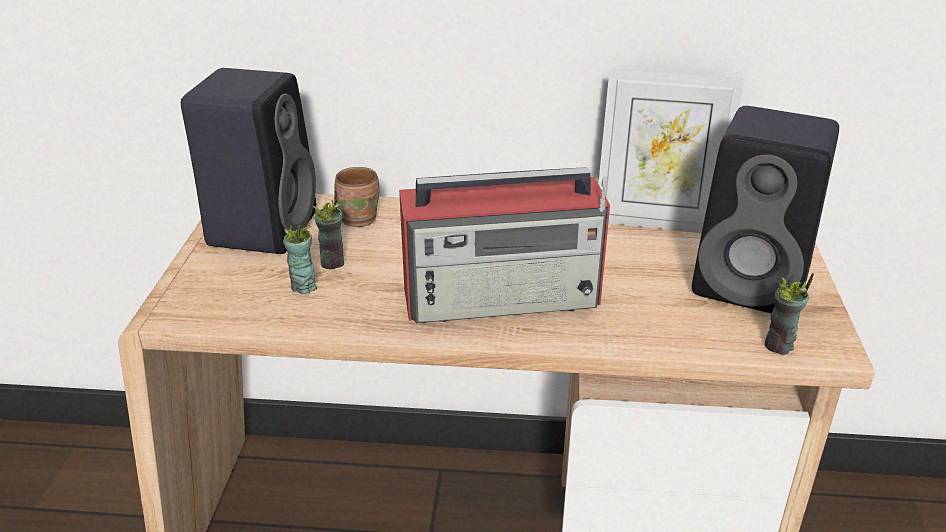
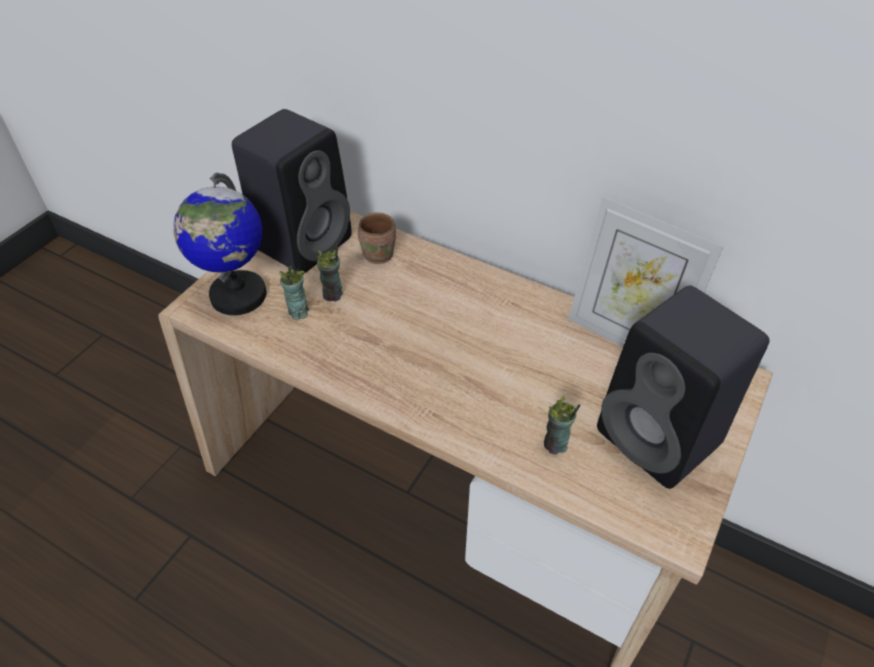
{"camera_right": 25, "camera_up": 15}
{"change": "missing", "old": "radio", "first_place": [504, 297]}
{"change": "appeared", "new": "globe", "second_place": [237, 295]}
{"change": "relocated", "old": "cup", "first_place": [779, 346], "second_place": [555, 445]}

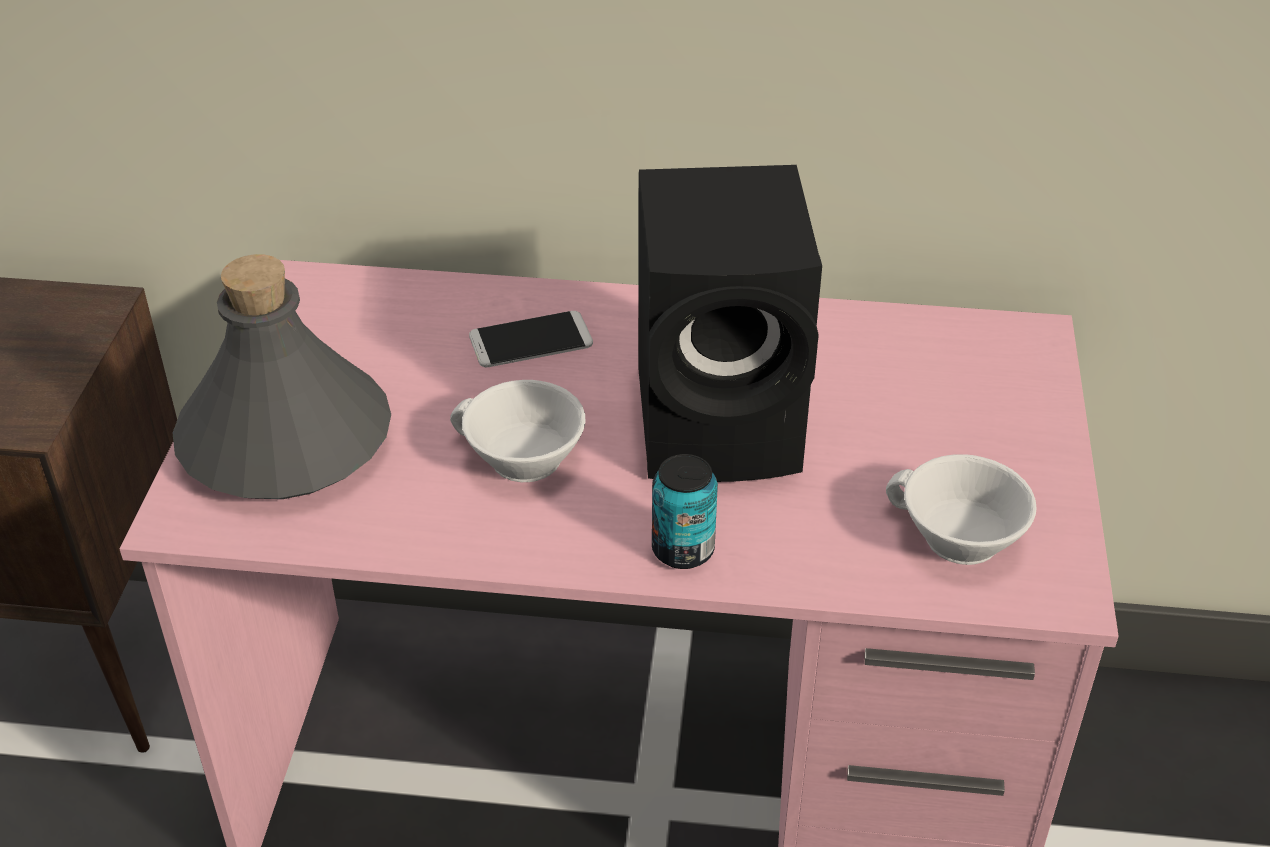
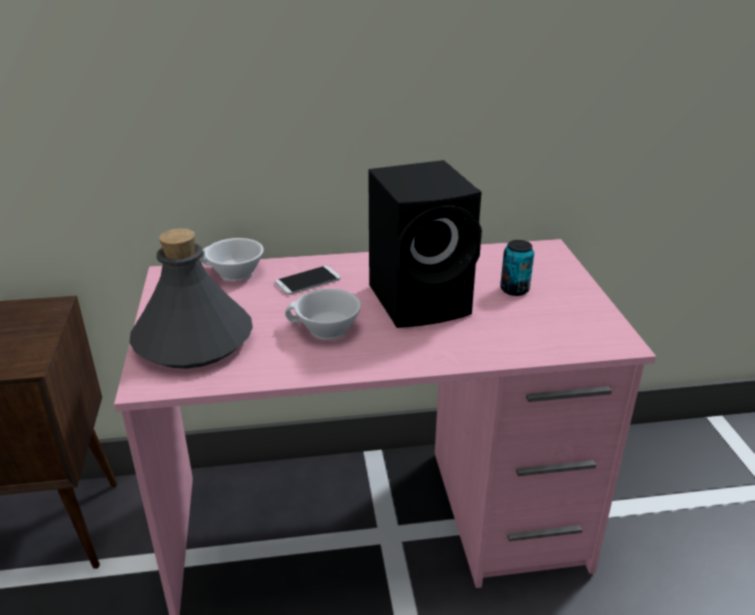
{"camera_right": -15, "camera_up": -10}
{"change": "relocated", "old": "can", "first_place": [683, 550], "second_place": [514, 289]}
{"change": "relocated", "old": "cup (white)", "first_place": [955, 539], "second_place": [233, 273]}

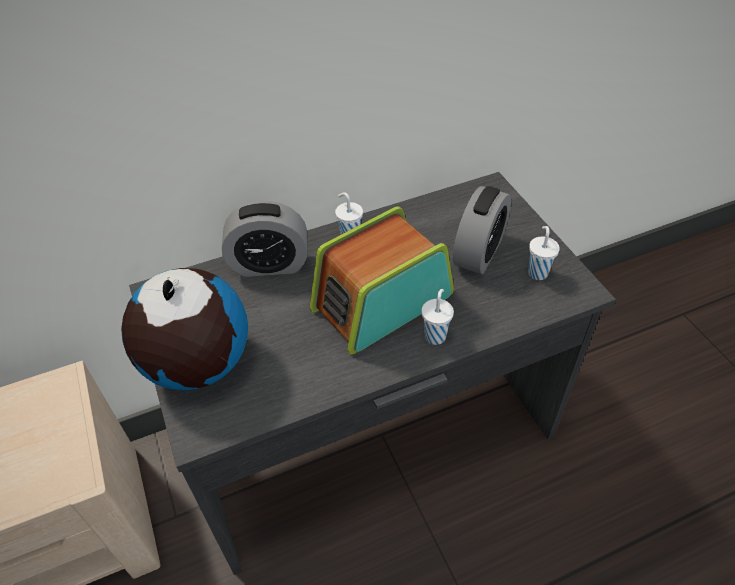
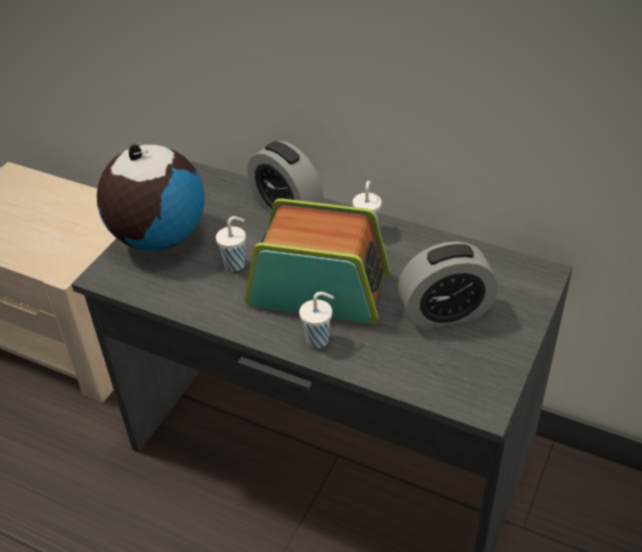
{"camera_right": 50, "camera_up": -5}
{"change": "relocated", "old": "cup (white)", "first_place": [537, 272], "second_place": [236, 264]}

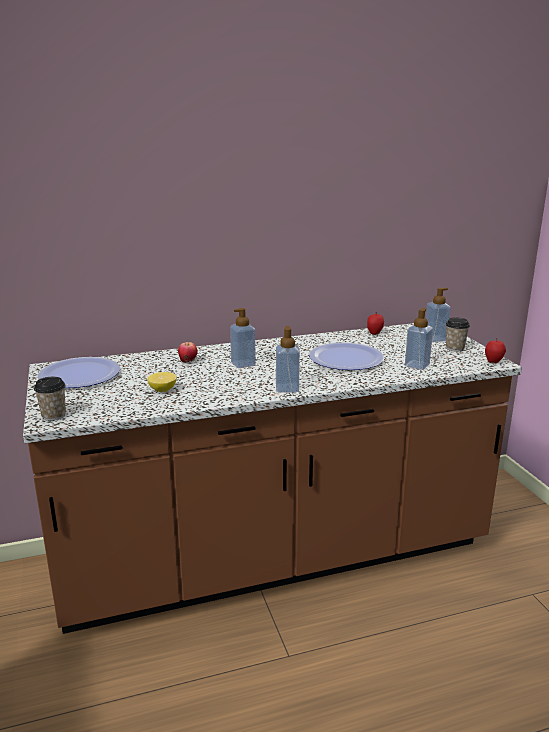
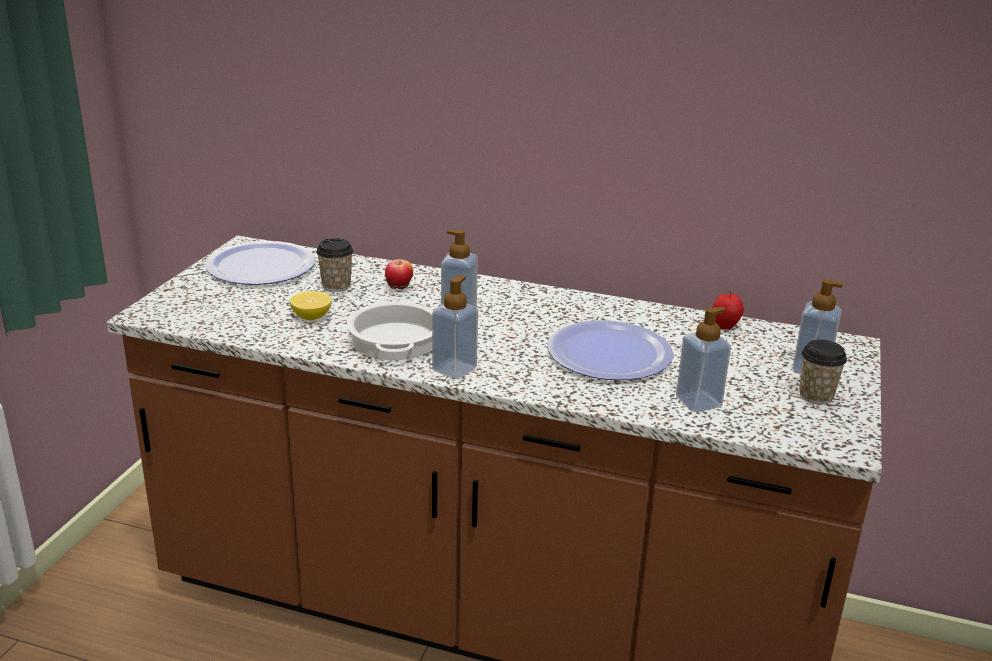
{"camera_right": 35, "camera_up": 5}
{"change": "missing", "old": "apple", "first_place": [493, 362]}
{"change": "appeared", "new": "cooking pot", "second_place": [394, 340]}
{"change": "relocated", "old": "cup", "first_place": [53, 415], "second_place": [336, 286]}

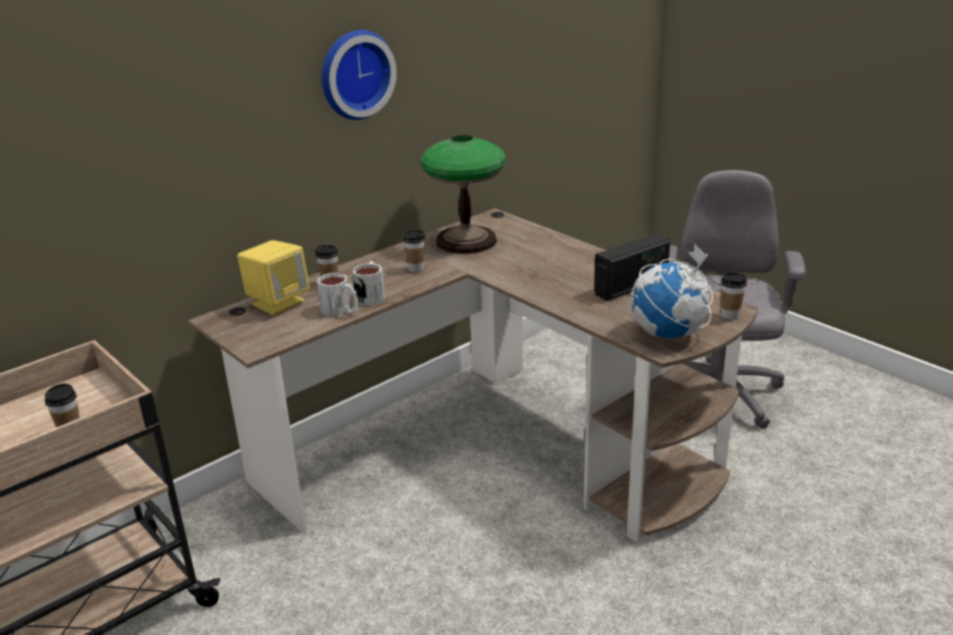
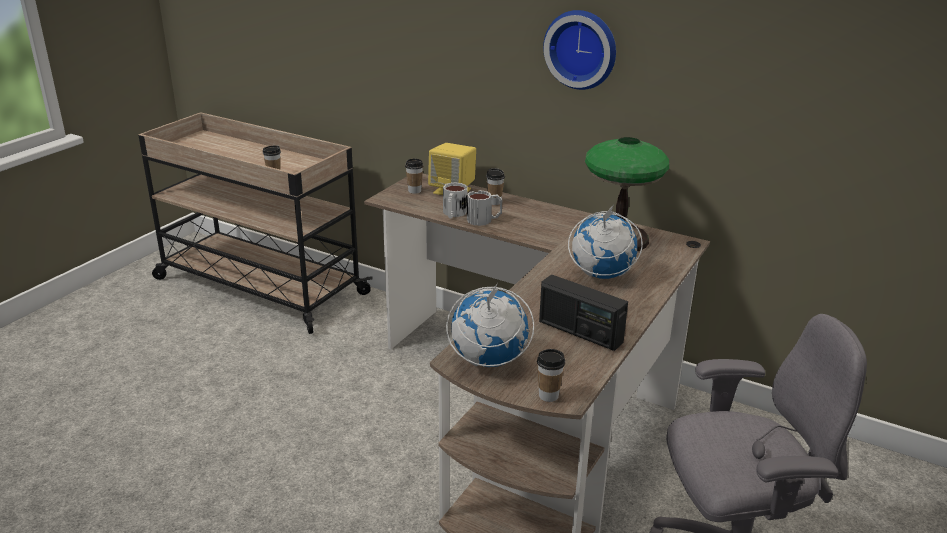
{"camera_right": 70, "camera_up": 0}
{"change": "appeared", "new": "globe", "second_place": [601, 275]}
{"change": "relocated", "old": "cup", "first_place": [416, 269], "second_place": [414, 191]}

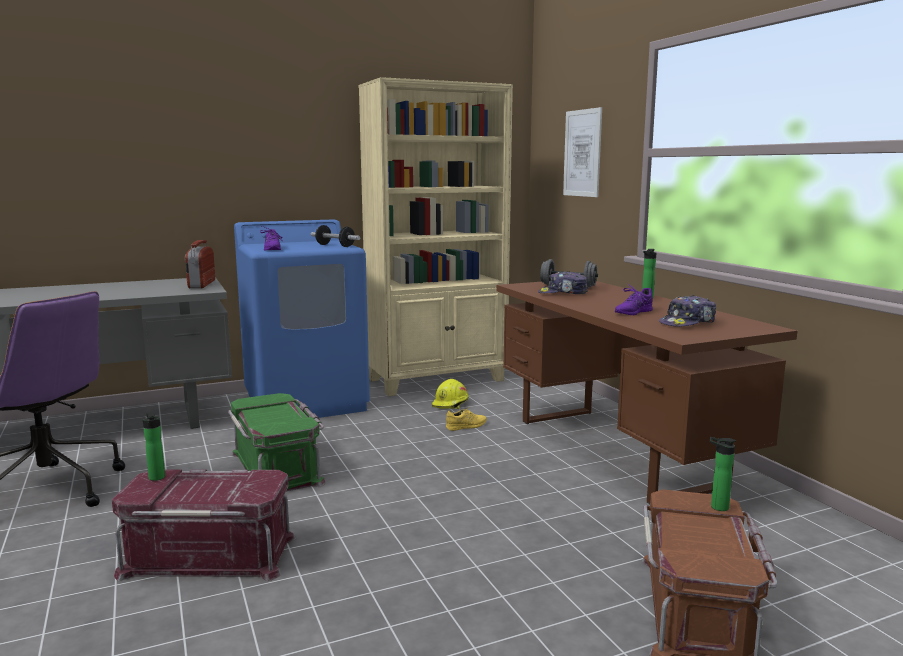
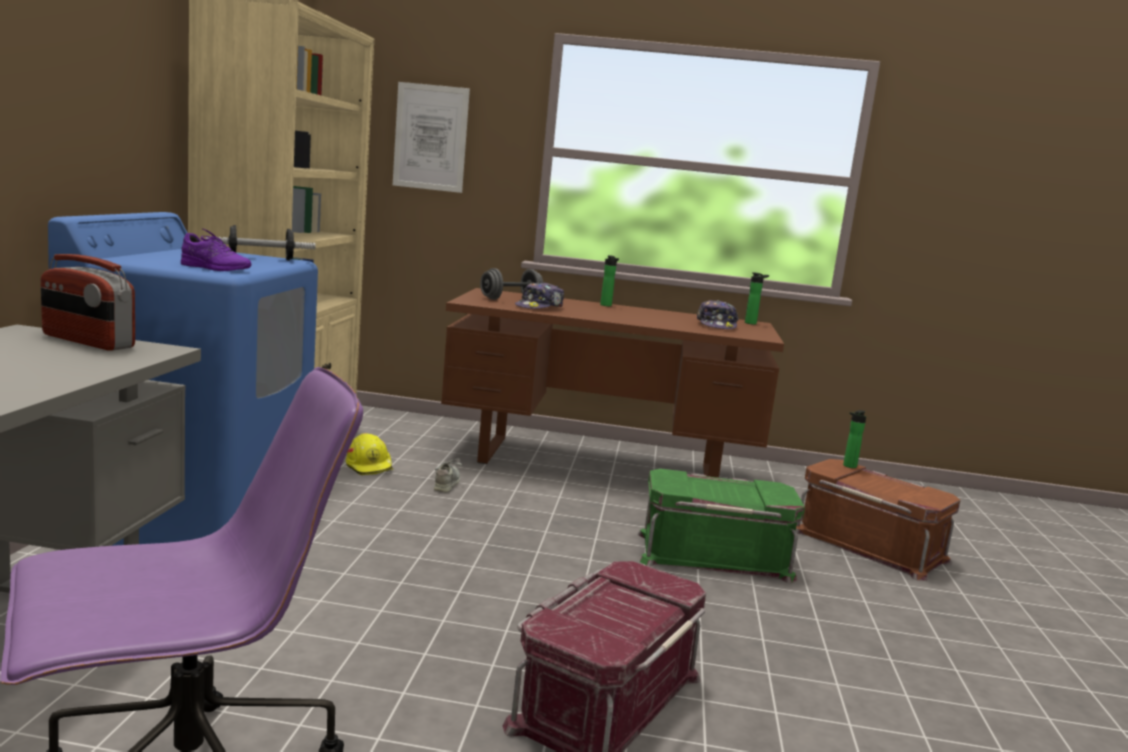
{"camera_right": -60, "camera_up": 0}
{"change": "missing", "old": "shoe (purple)", "first_place": [632, 312]}
{"change": "relocated", "old": "bottle", "first_place": [157, 478], "second_place": [752, 323]}
{"change": "relocated", "old": "storage box (green)", "first_place": [278, 468], "second_place": [714, 555]}
{"change": "colour", "old": "shoe (yellow)", "new": "shoe (grey)", "first_place": [466, 426], "second_place": [447, 483]}

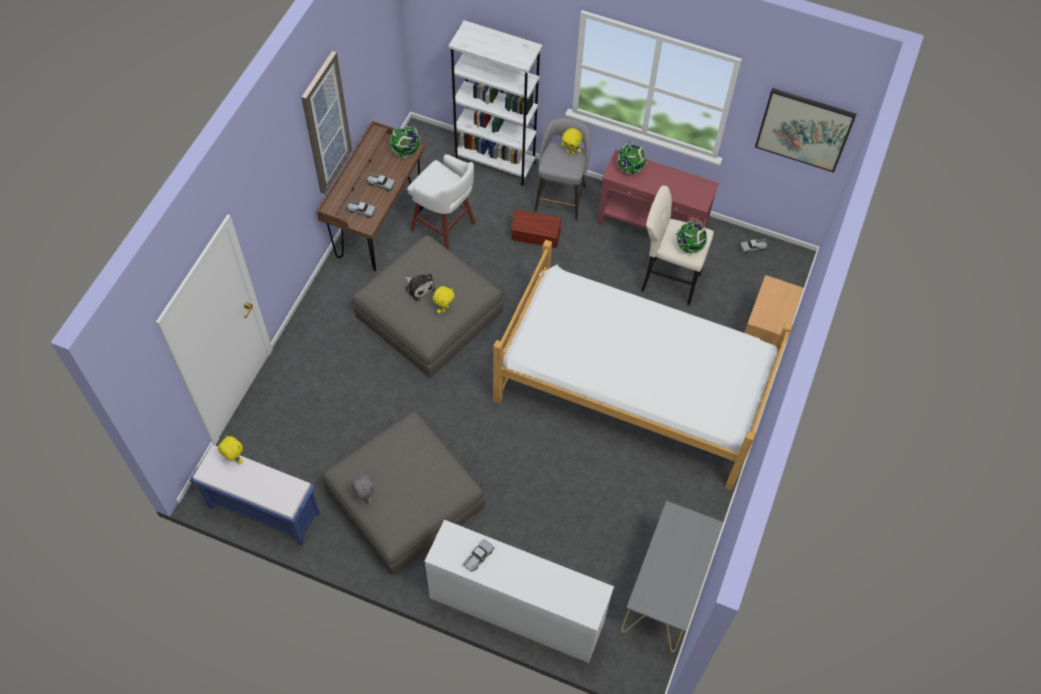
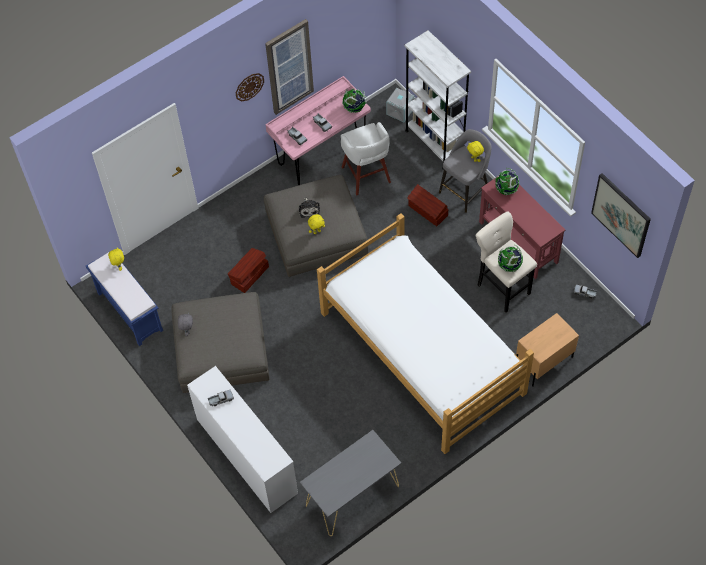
{"camera_right": 35, "camera_up": 0}
{"change": "appeared", "new": "storage box (brown)", "second_place": [249, 275]}
{"change": "appeared", "new": "wall clock", "second_place": [249, 86]}
{"change": "appeared", "new": "storage box (grey)", "second_place": [399, 111]}
{"change": "colour", "old": "desk (brown)", "new": "desk (pink)", "first_place": [378, 226], "second_place": [321, 154]}

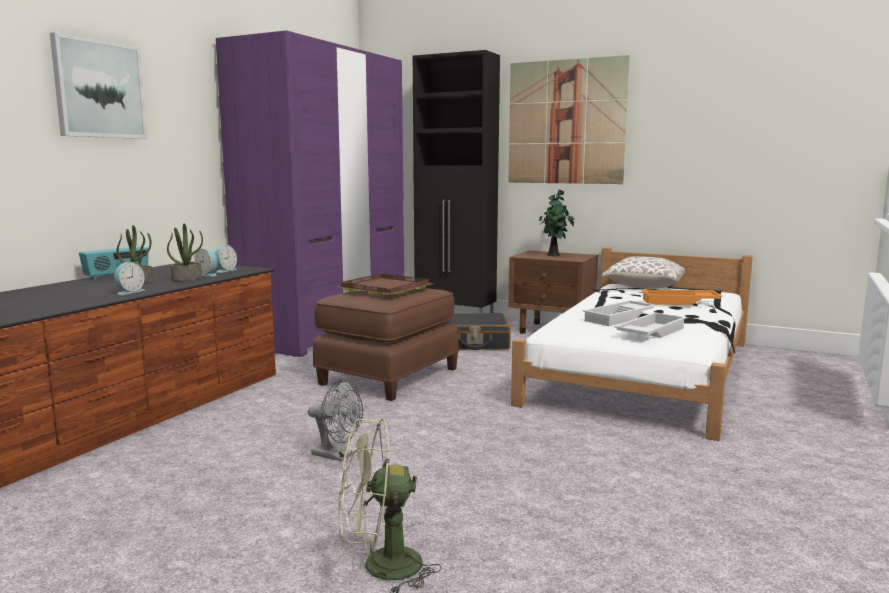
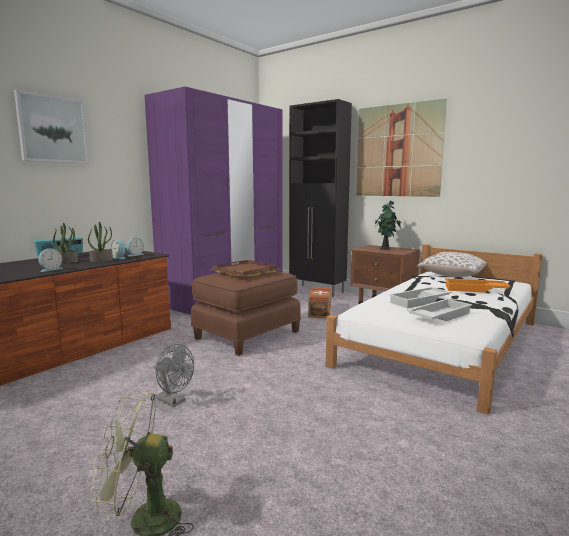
{"camera_right": 10, "camera_up": 0}
{"change": "exchanged", "old": "suitcase (black)", "new": "storage box (brown)", "first_place": [473, 343], "second_place": [320, 311]}

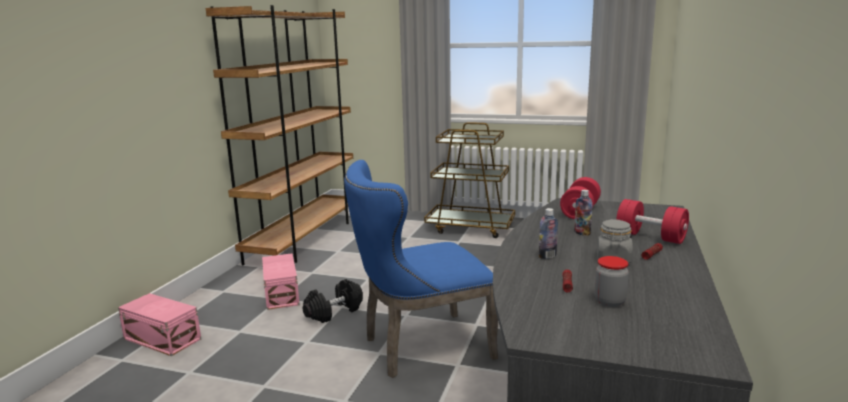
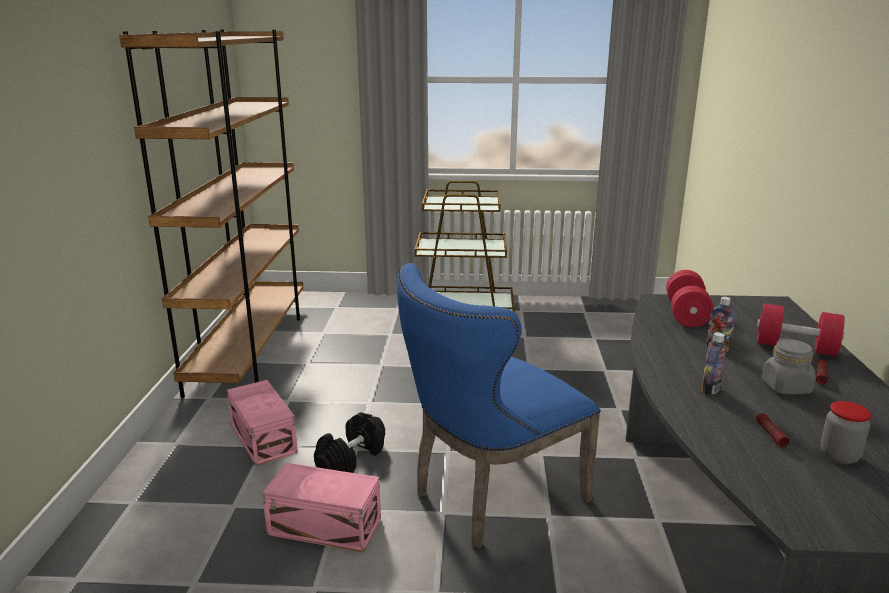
{"camera_right": -15, "camera_up": 5}
{"change": "relocated", "old": "storage box (pink)", "first_place": [162, 338], "second_place": [324, 525]}

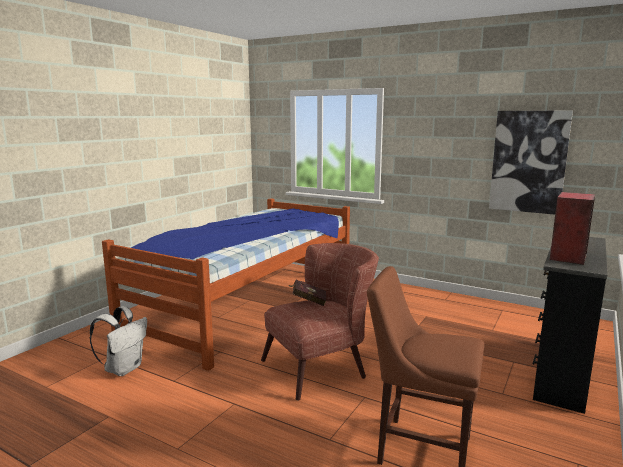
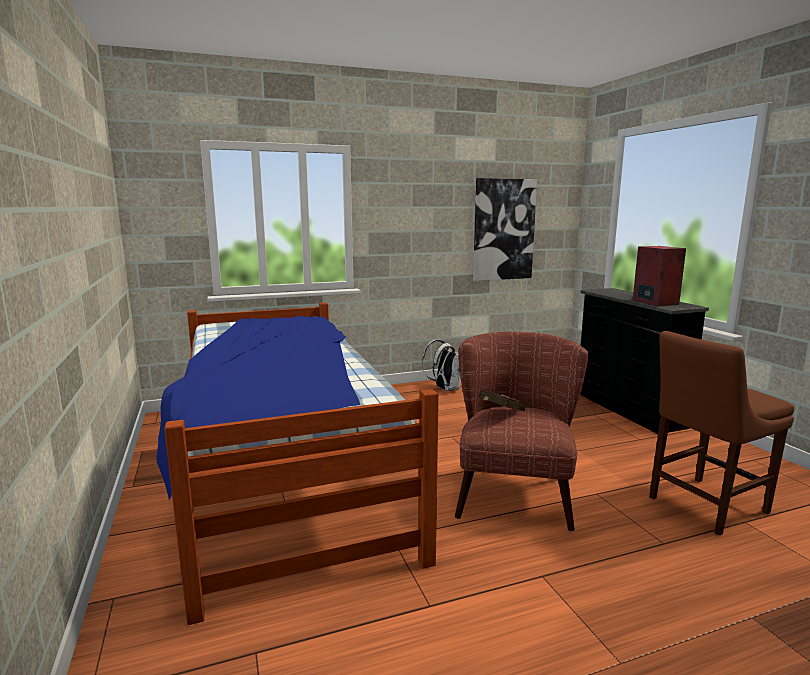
{"camera_right": -50, "camera_up": 0}
{"change": "relocated", "old": "backpack (white)", "first_place": [124, 368], "second_place": [445, 389]}

